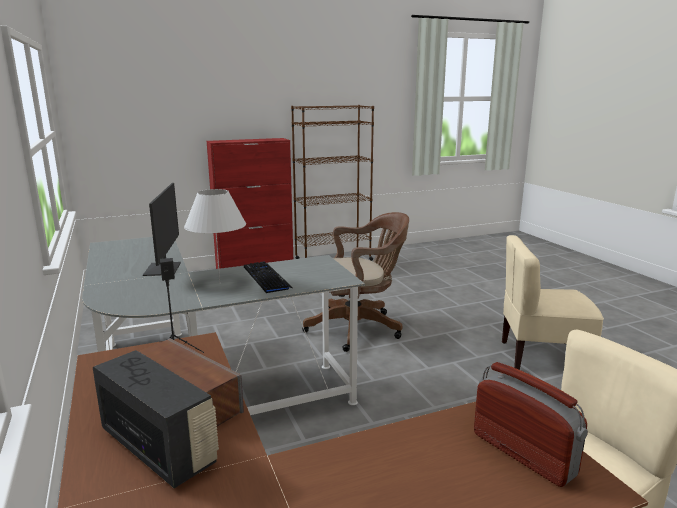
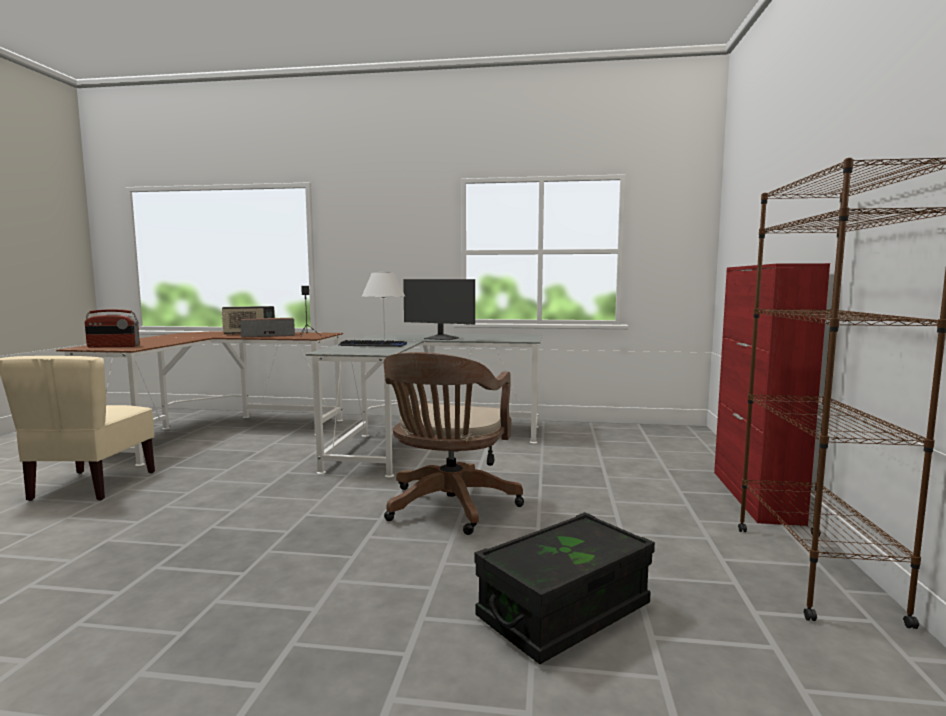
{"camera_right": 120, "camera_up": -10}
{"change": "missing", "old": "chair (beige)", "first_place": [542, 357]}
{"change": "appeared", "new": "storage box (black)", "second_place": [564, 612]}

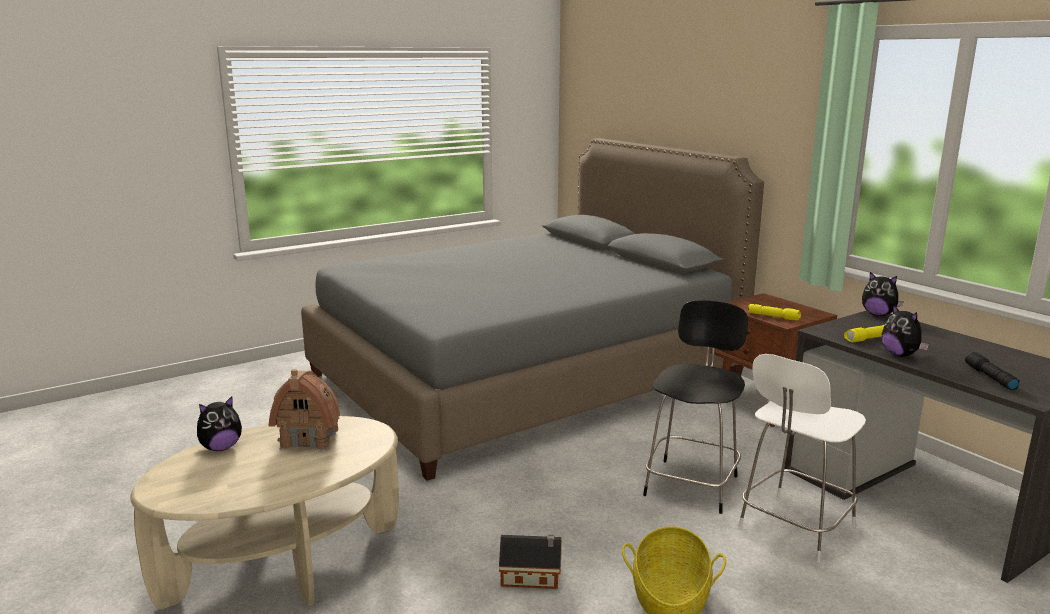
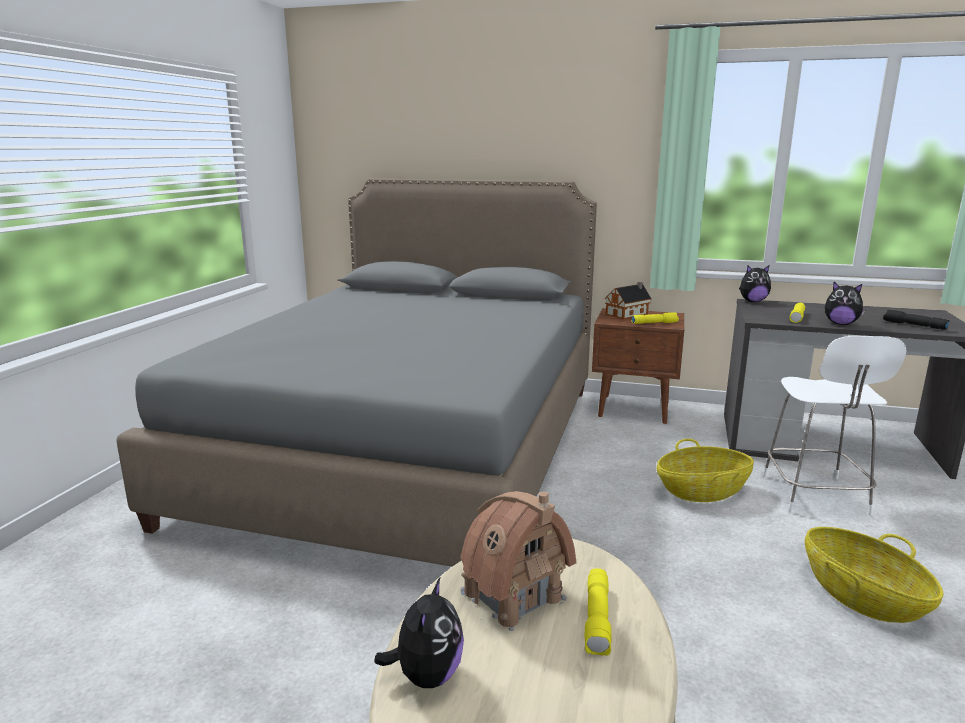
{"camera_right": -40, "camera_up": 0}
{"change": "appeared", "new": "flashlight (yellow)", "second_place": [598, 620]}
{"change": "relocated", "old": "toy house", "first_place": [533, 576], "second_place": [628, 314]}
{"change": "exchanged", "old": "chair (black)", "new": "basket", "first_place": [692, 484], "second_place": [702, 491]}

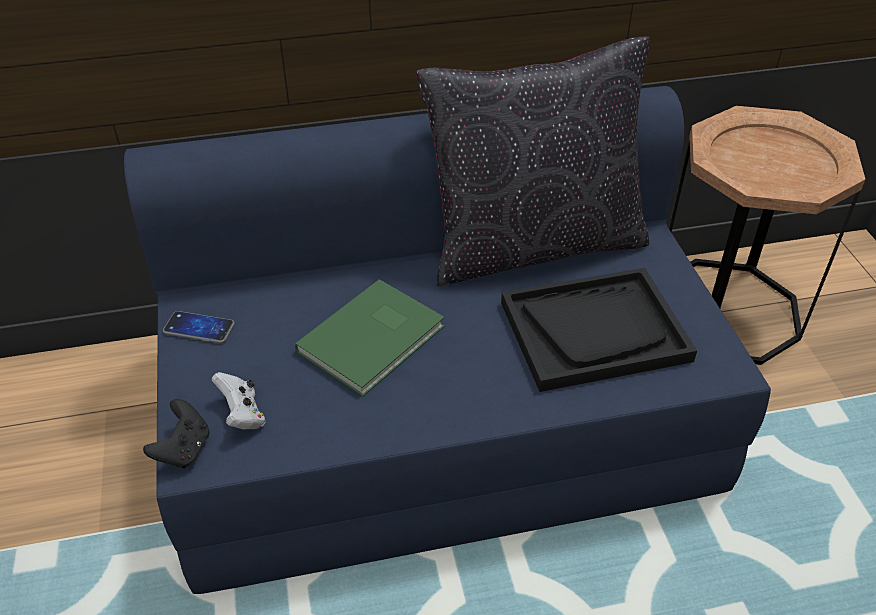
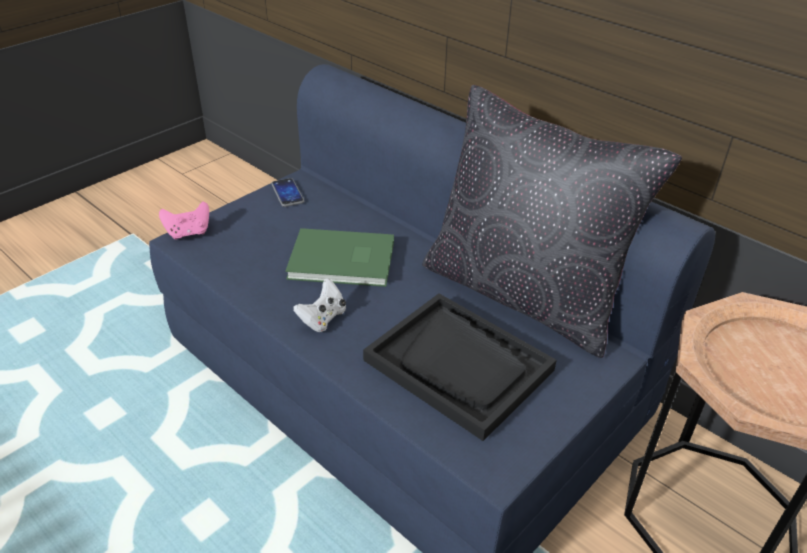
{"camera_right": 55, "camera_up": -5}
{"change": "relocated", "old": "game controller (white)", "first_place": [242, 415], "second_place": [323, 318]}
{"change": "colour", "old": "game controller (black)", "new": "game controller (pink)", "first_place": [184, 449], "second_place": [188, 233]}

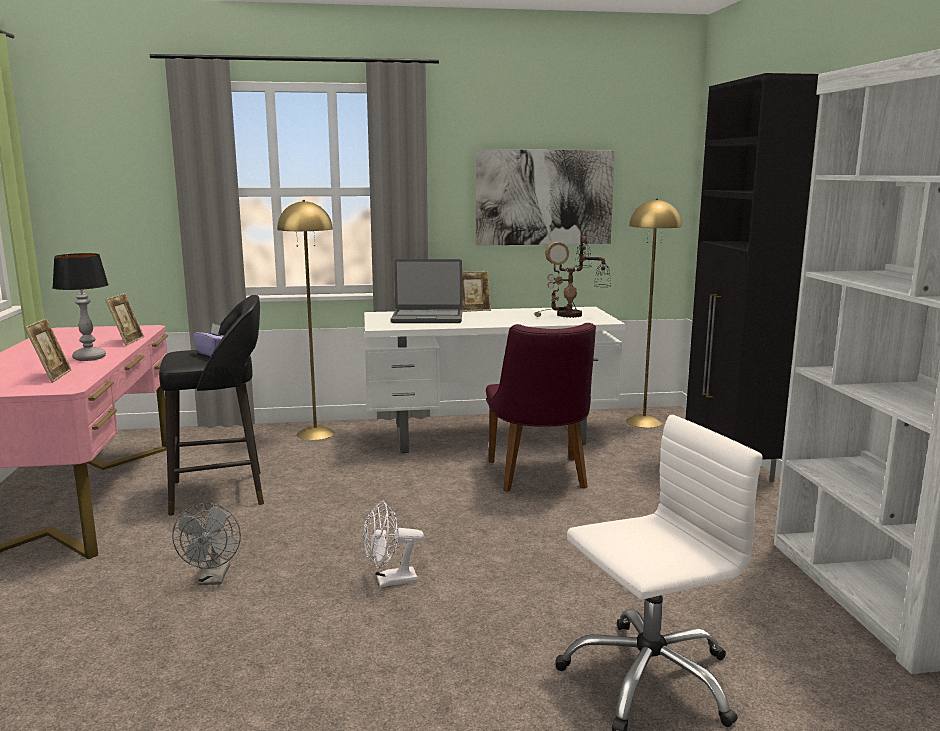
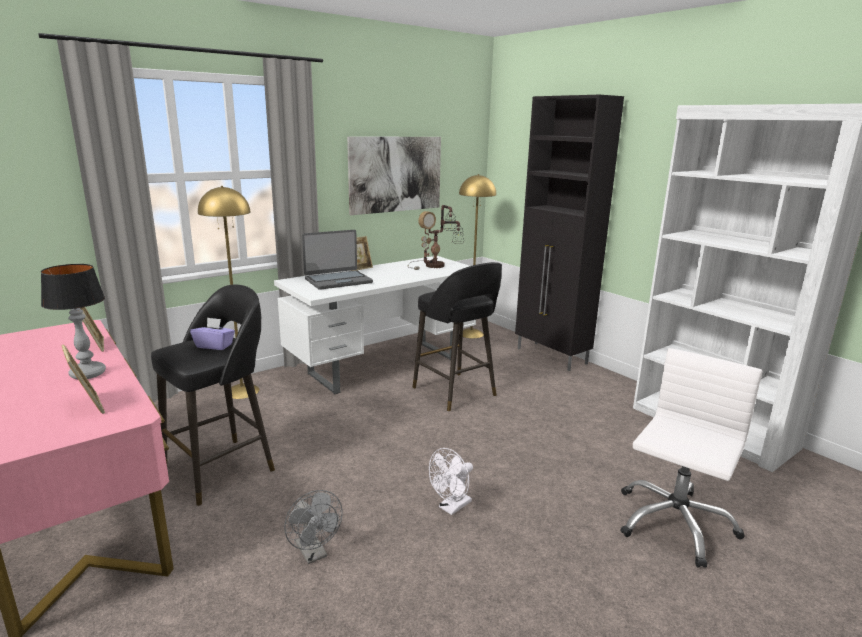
{"camera_right": -30, "camera_up": 5}
{"change": "exchanged", "old": "chair (purple)", "new": "stool (black)", "first_place": [539, 478], "second_place": [455, 393]}

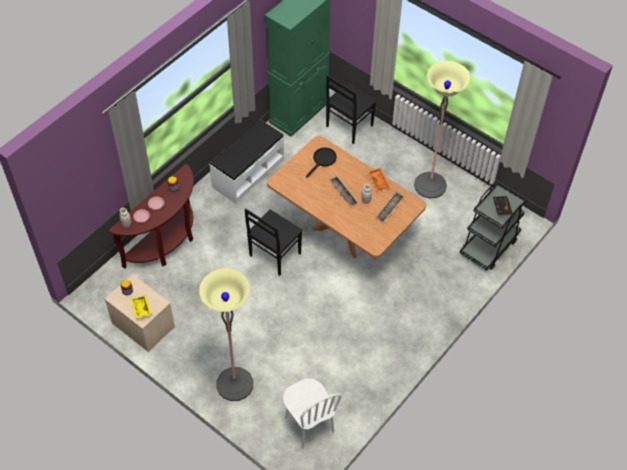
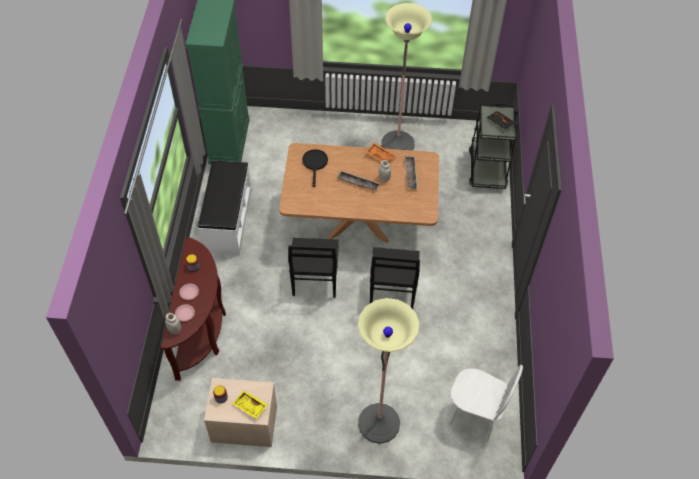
{"camera_right": -35, "camera_up": 0}
{"change": "relocated", "old": "chair (black)", "first_place": [348, 127], "second_place": [392, 292]}

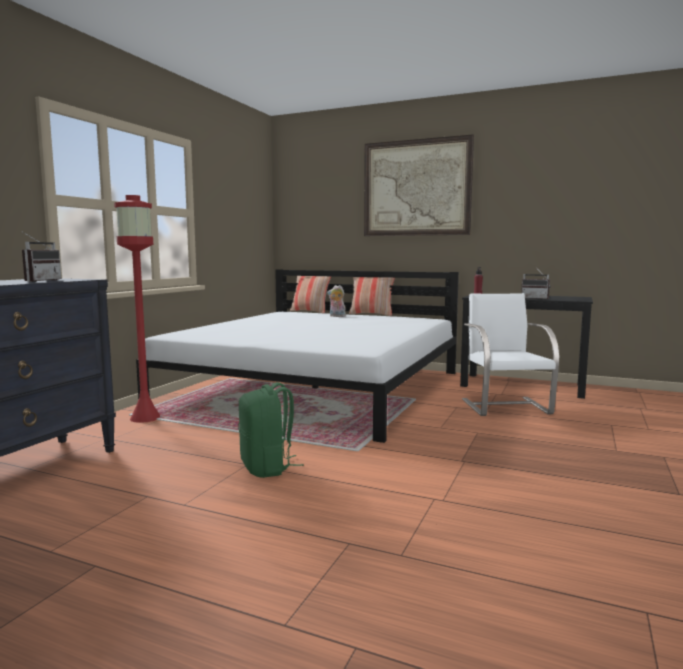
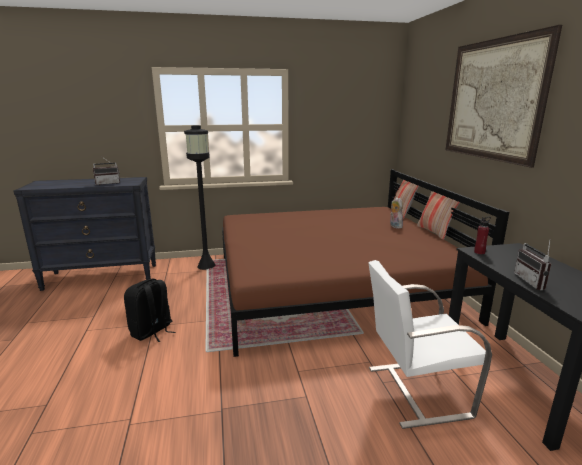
{"camera_right": 55, "camera_up": 10}
{"change": "colour", "old": "floor lamp (red)", "new": "floor lamp (black)", "first_place": [145, 417], "second_place": [206, 266]}
{"change": "colour", "old": "bed (white)", "new": "bed (brown)", "first_place": [317, 387], "second_place": [332, 284]}
{"change": "colour", "old": "backpack (green)", "new": "backpack (black)", "first_place": [267, 468], "second_place": [152, 331]}
{"change": "spun", "old": "chair (white)", "first_place": [505, 406], "second_place": [415, 391], "degrees": -150}

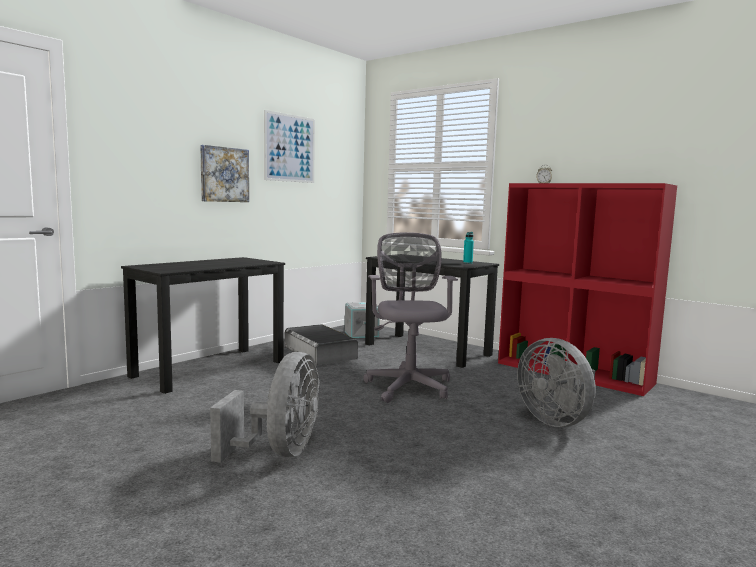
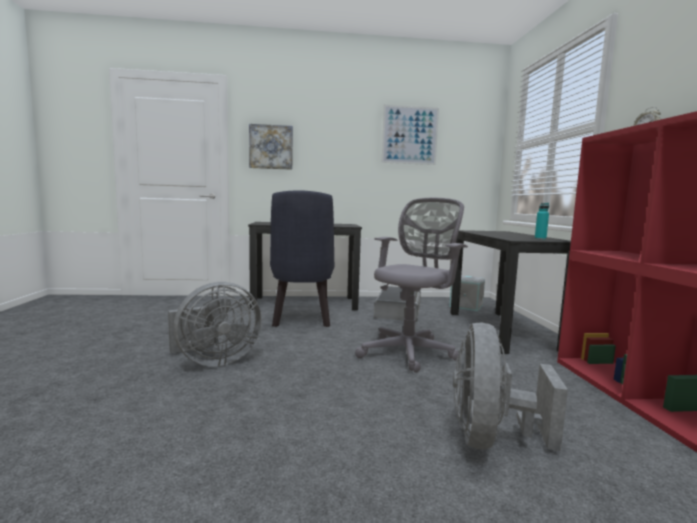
{"camera_right": 45, "camera_up": 0}
{"change": "appeared", "new": "chair (blue)", "second_place": [302, 321]}
{"change": "relocated", "old": "picture", "first_place": [224, 174], "second_place": [271, 147]}

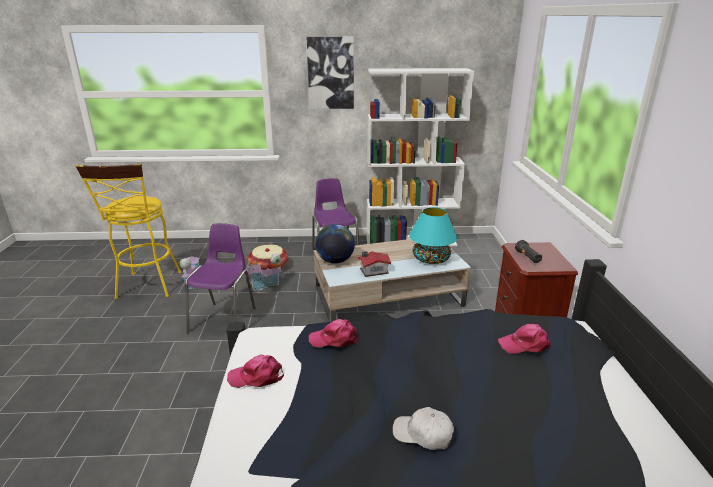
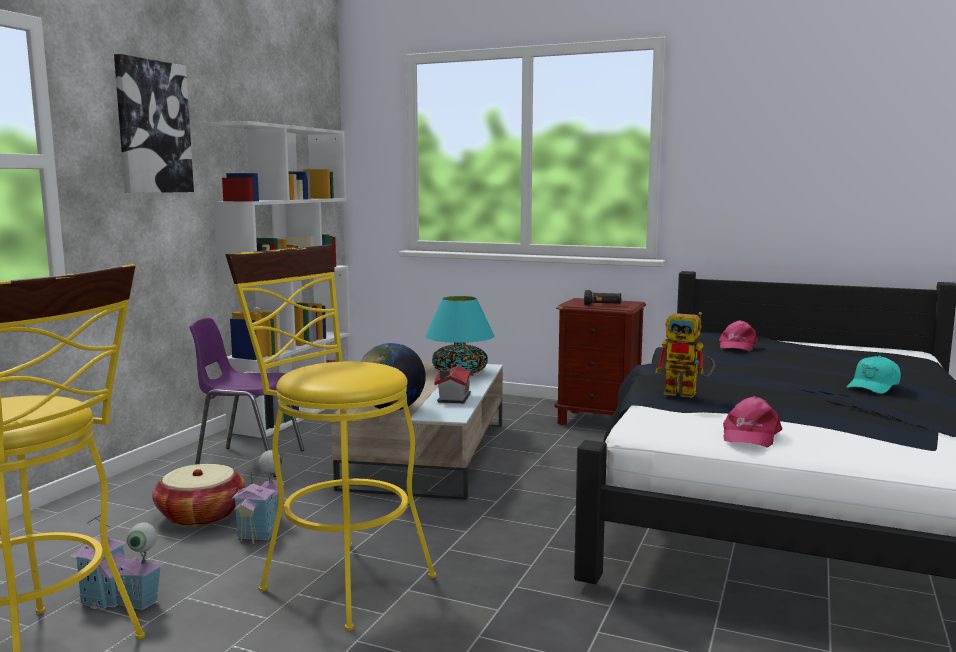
{"camera_right": -65, "camera_up": -15}
{"change": "exchanged", "old": "chair (purple)", "new": "stool (yellow)", "first_place": [224, 319], "second_place": [337, 578]}
{"change": "exchanged", "old": "cap (pink)", "new": "toy robot", "first_place": [335, 339], "second_place": [688, 393]}
{"change": "colour", "old": "cap (white)", "new": "cap (turquoise)", "first_place": [423, 434], "second_place": [873, 386]}

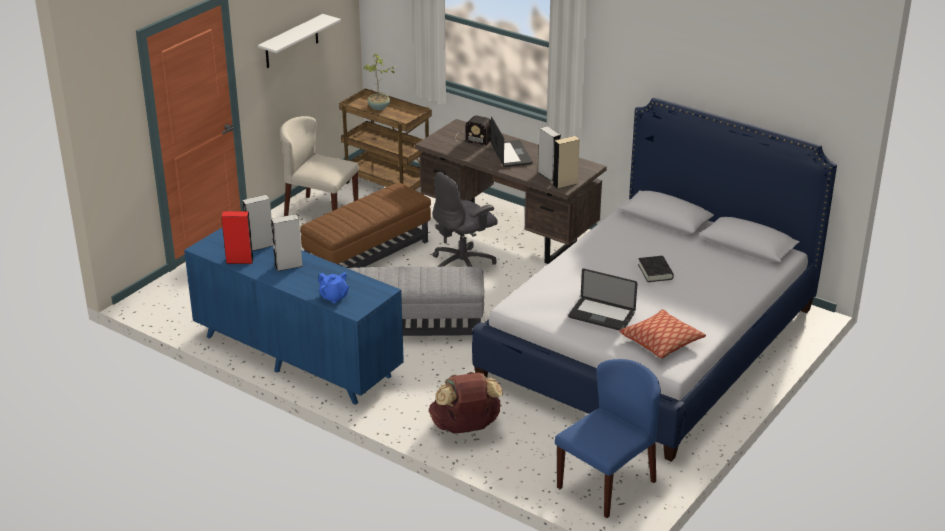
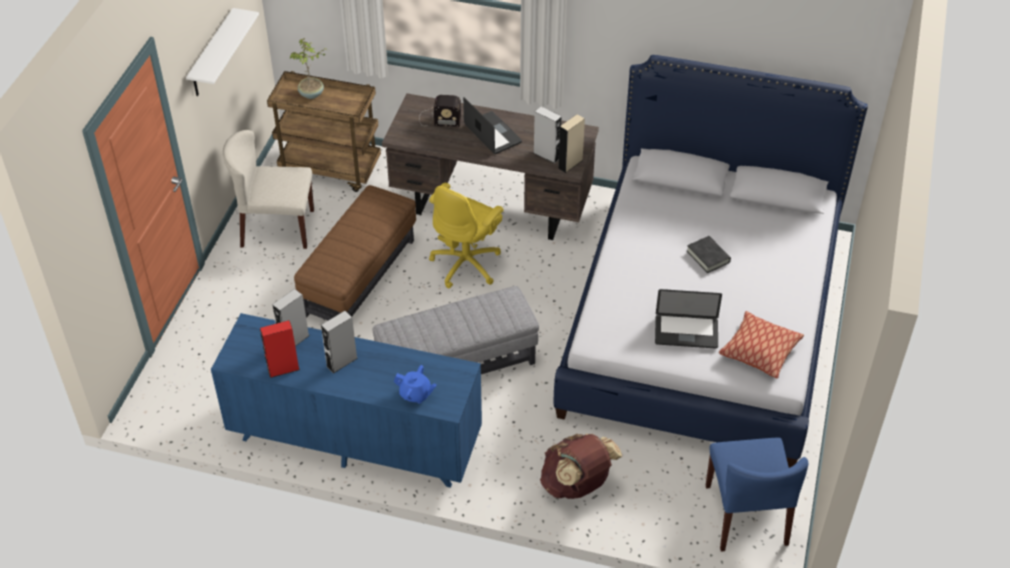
{"camera_right": -20, "camera_up": 15}
{"change": "colour", "old": "office chair (grey)", "new": "office chair (yellow)", "first_place": [463, 265], "second_place": [467, 264]}
{"change": "spun", "old": "chair (blue)", "first_place": [606, 484], "second_place": [746, 515], "degrees": 150}

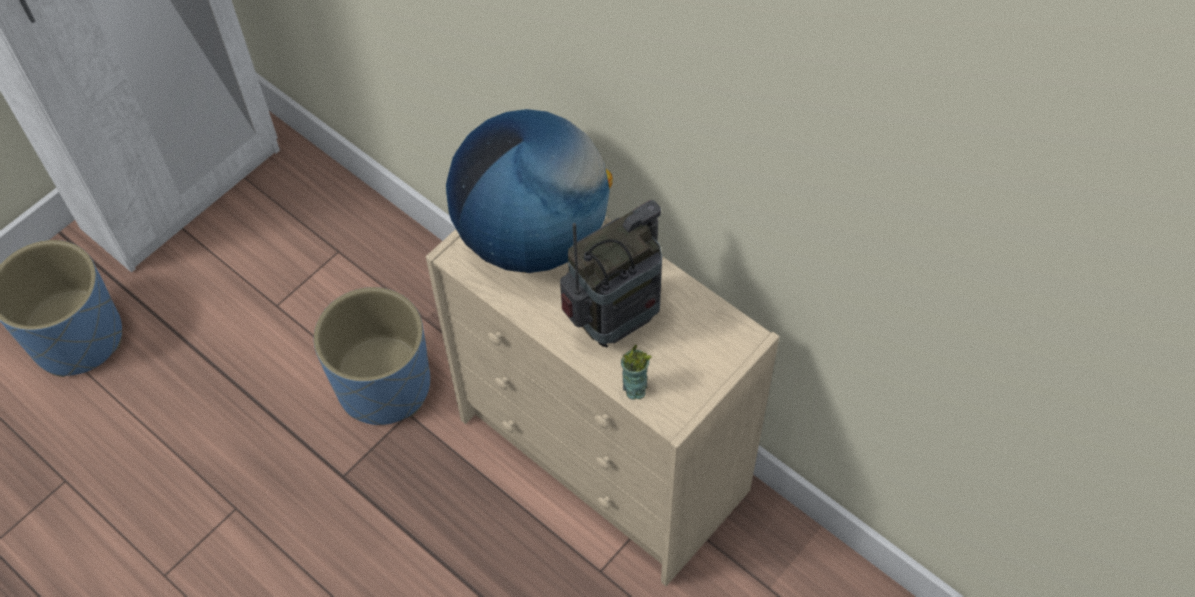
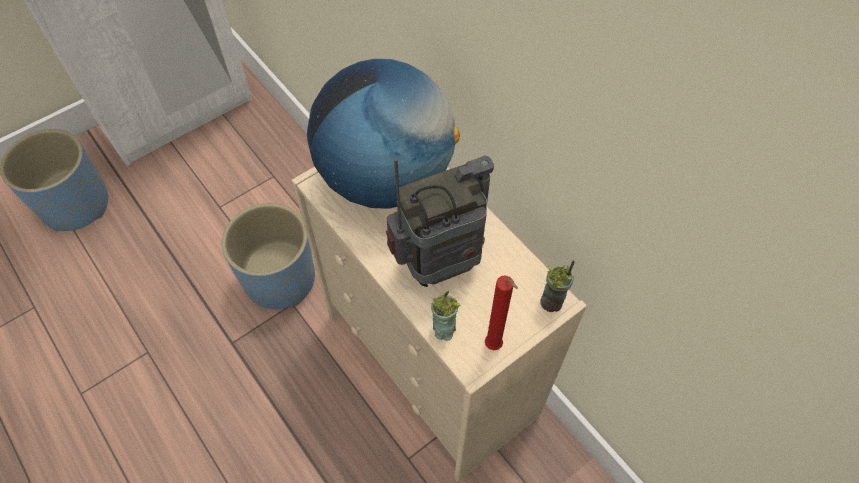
{"camera_right": 10, "camera_up": 0}
{"change": "appeared", "new": "candle (red)", "second_place": [494, 347]}
{"change": "appeared", "new": "cup", "second_place": [552, 302]}

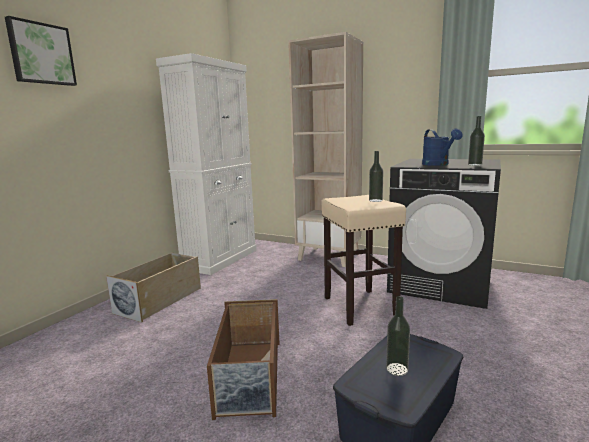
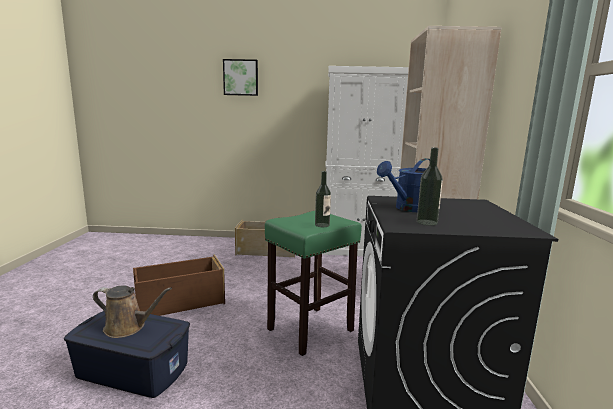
{"camera_right": 65, "camera_up": 0}
{"change": "exchanged", "old": "bottle", "new": "watering can (brown)", "first_place": [397, 369], "second_place": [128, 327]}
{"change": "colour", "old": "stool (beige)", "new": "stool (green)", "first_place": [360, 307], "second_place": [309, 330]}

